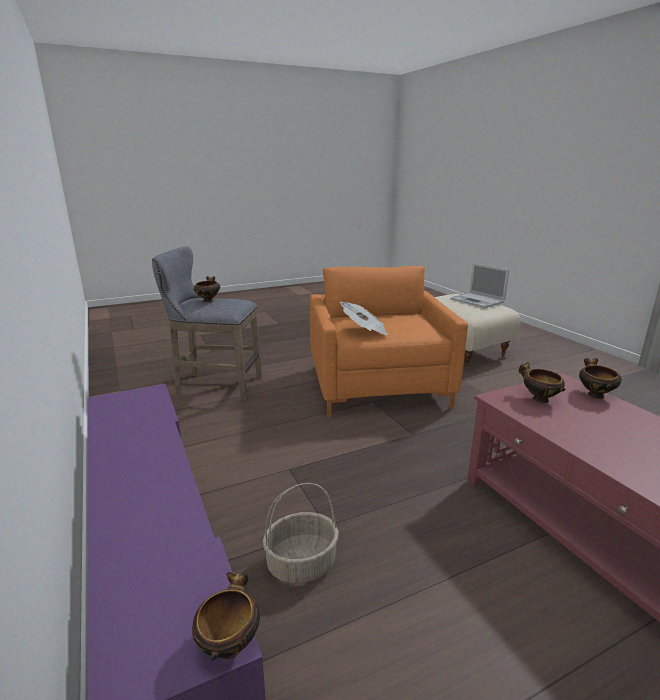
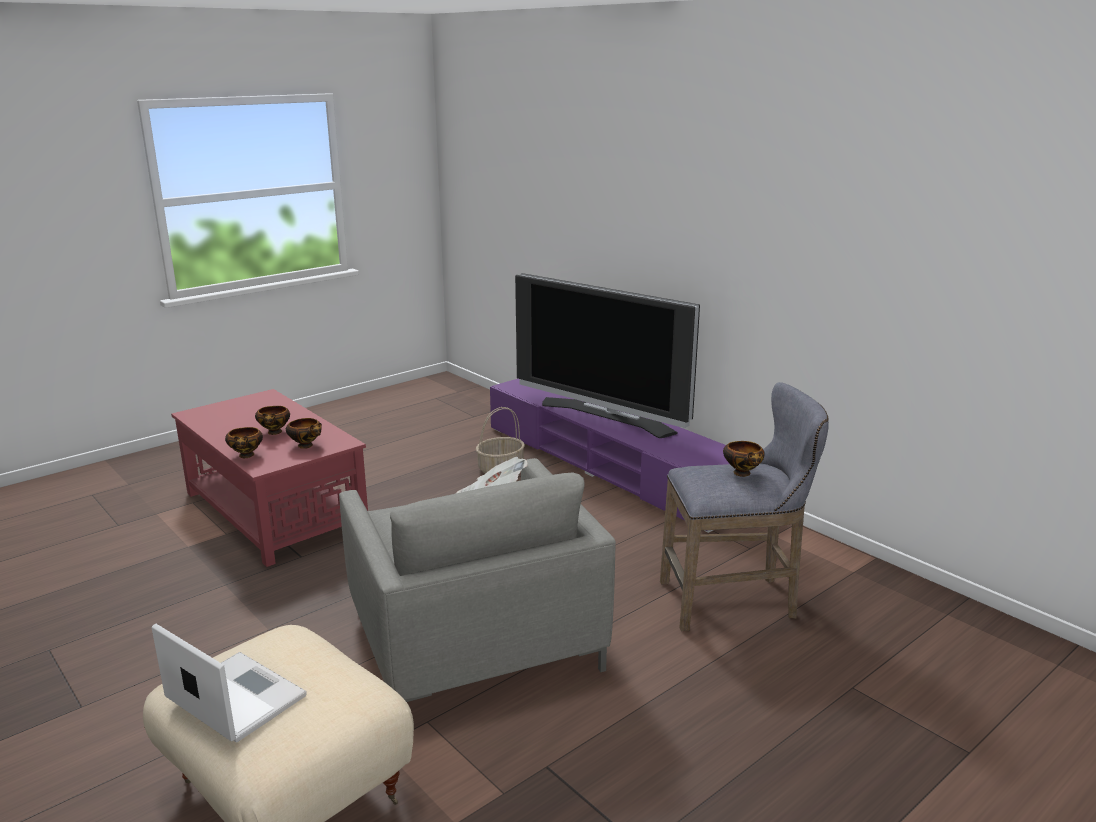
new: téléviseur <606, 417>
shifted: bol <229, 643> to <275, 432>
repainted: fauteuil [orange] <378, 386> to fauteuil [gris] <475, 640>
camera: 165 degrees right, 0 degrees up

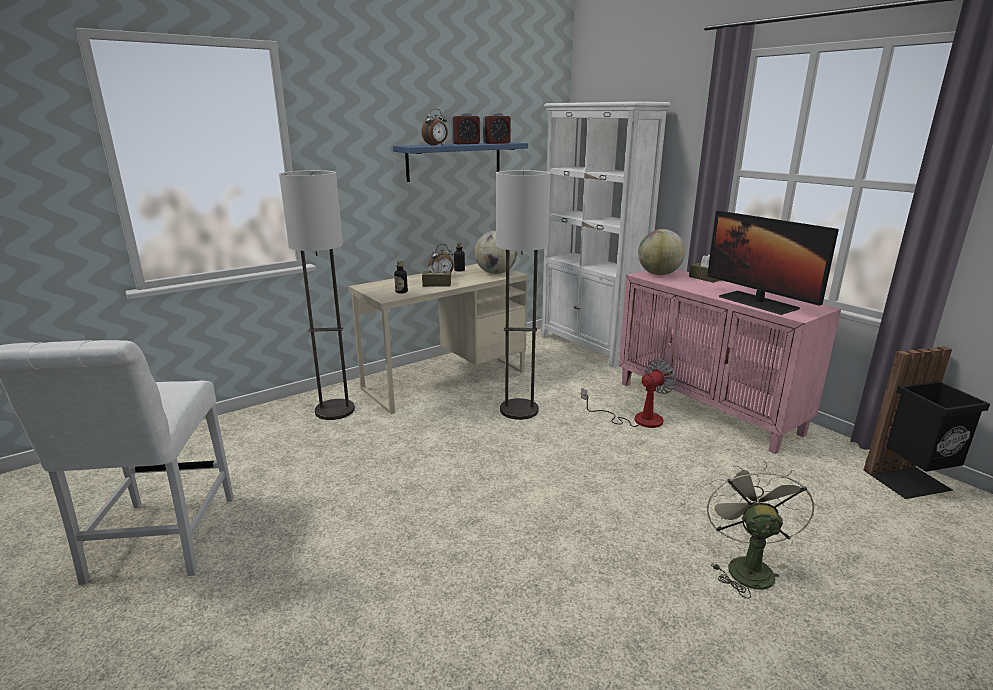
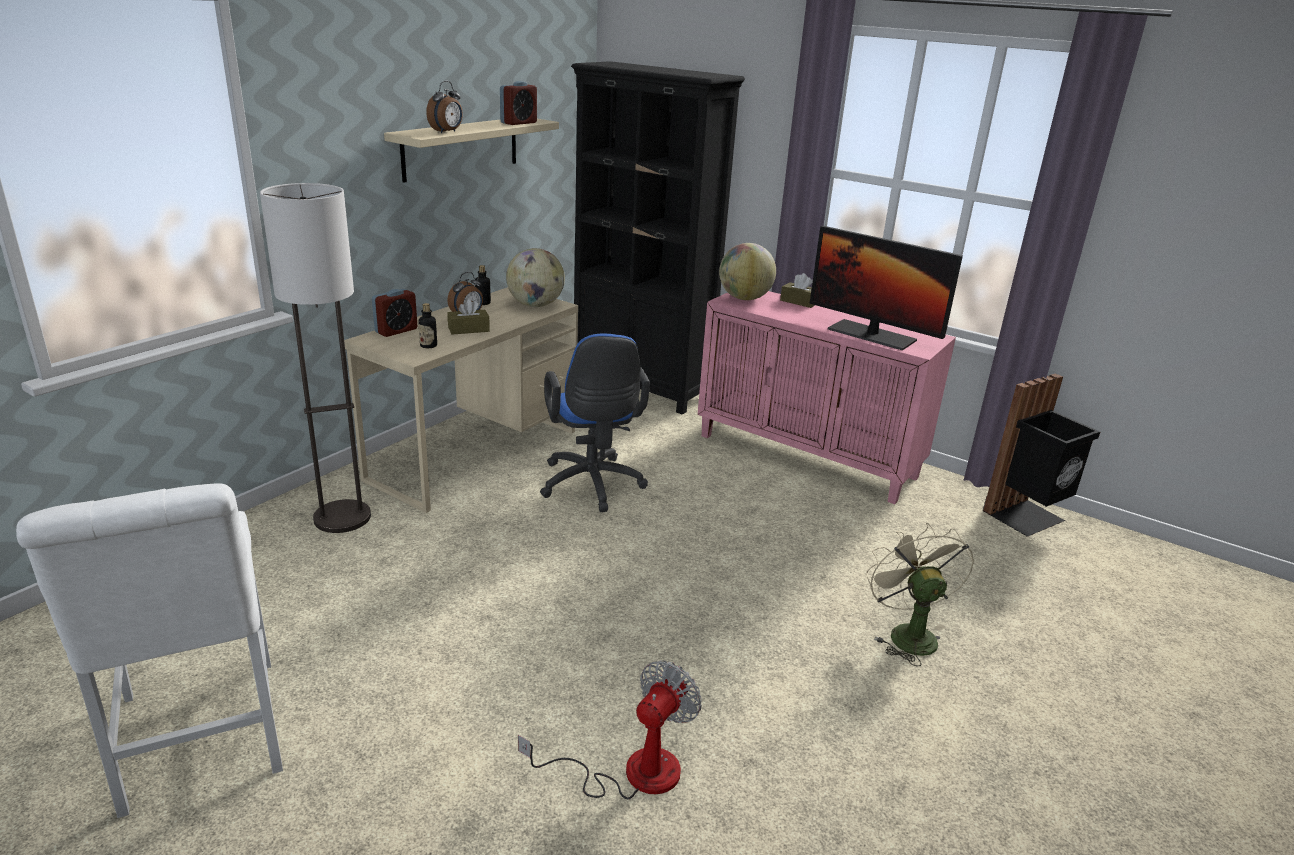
shifted: réveil <466, 143> to <396, 331>; ventilateur <637, 419> to <631, 772>
swapped: lampadaire <519, 410> to chaise de bureau [bleu] <592, 486>
repainted: étagère [bleu] <454, 161> to étagère [beige] <461, 148>; bibliothèque [blanc] <589, 346> to bibliothèque [noir] <641, 387>
camera: 20 degrees left, 5 degrees up

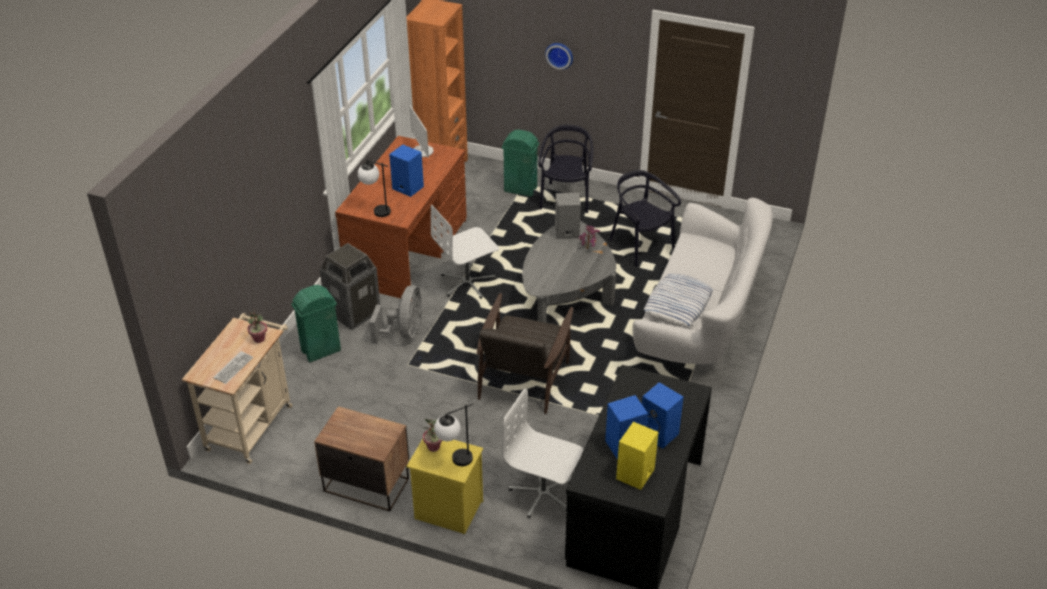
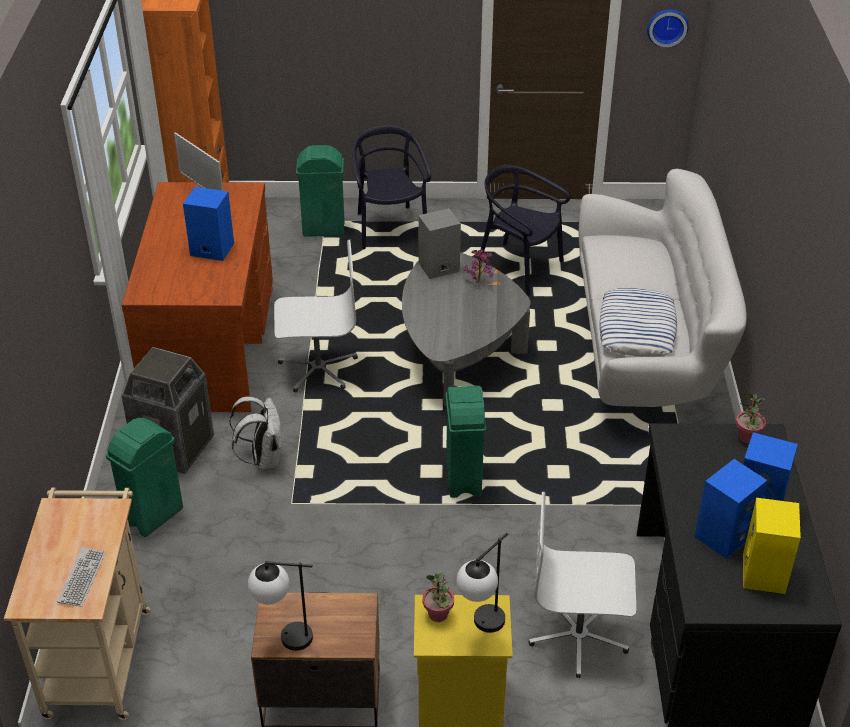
shifted: plante en pot <259, 339> to <747, 437>; lampe de table <376, 210> to <283, 637>; horloge murale <560, 55> to <667, 26>
swapped: ventilateur [gris] <404, 332> to sac à dos [blanc] <263, 459>; fauteuil [marron] <523, 378> to poubelle [vert] <463, 480>
rotated: chaise de bureau [blanc] <468, 283> = <318, 368> 135 degrees counterclockwise
camera: 20 degrees left, 0 degrees up

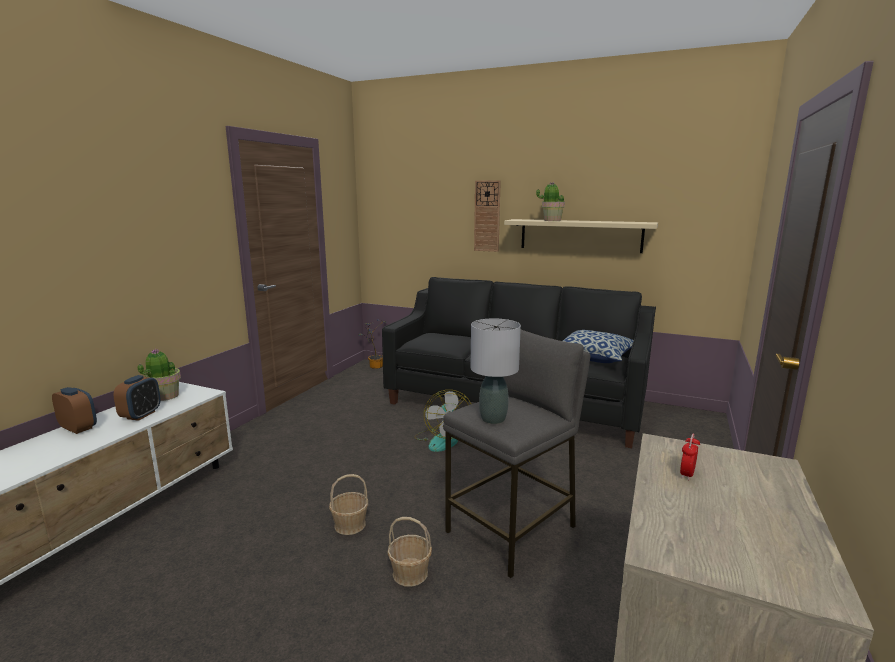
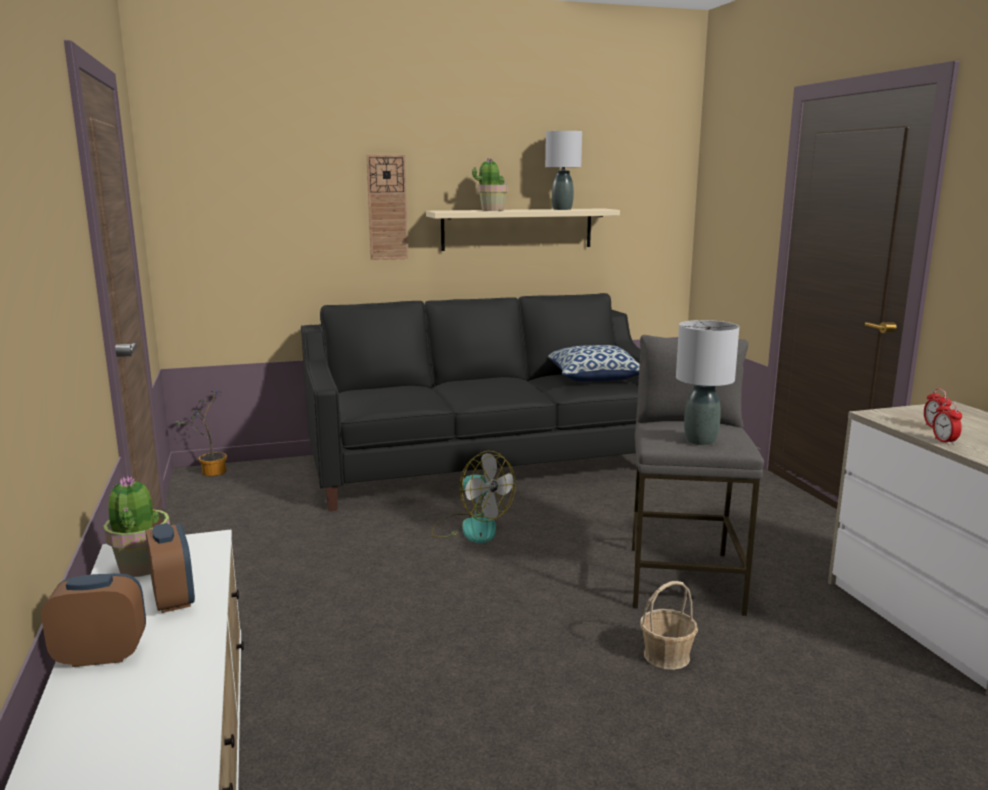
gone: panier <349, 524>
new: lampe de table [gris] <562, 209>; réveil <944, 441>
camera: 40 degrees left, 0 degrees up

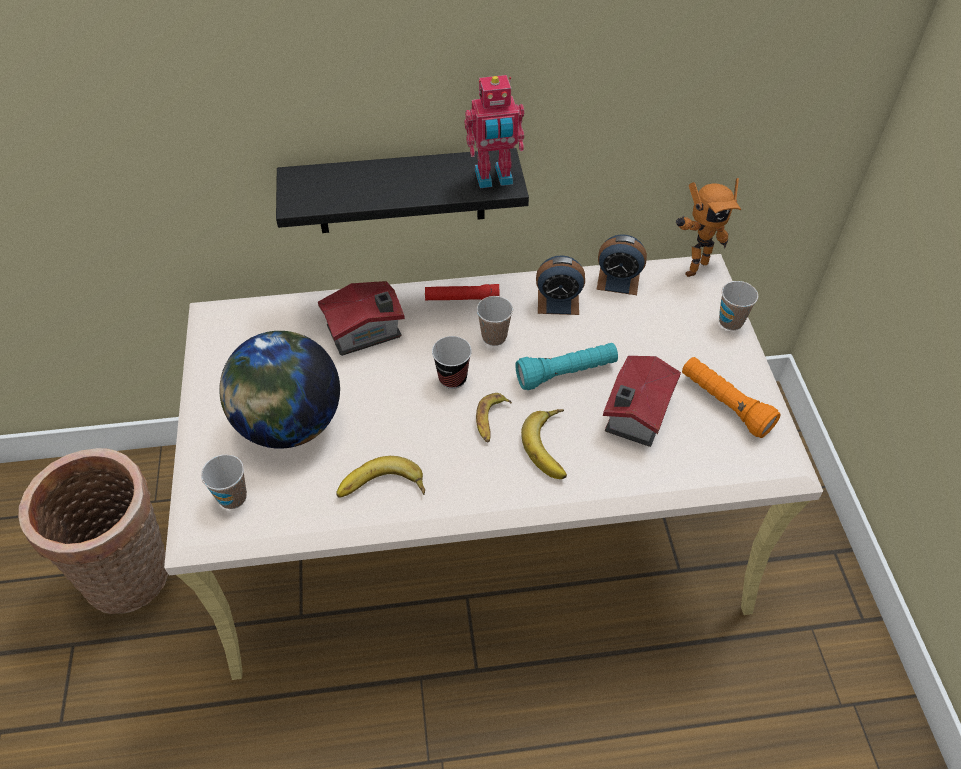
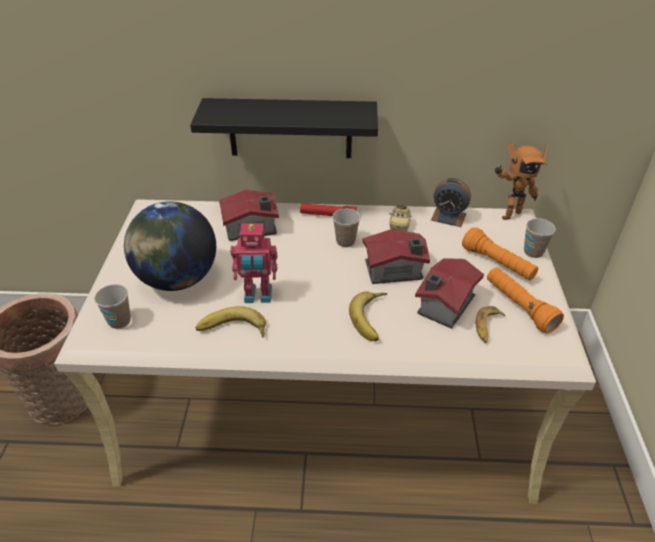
gone: tasse <452, 378>
new: lampe de poche [orange] <497, 264>
shifted: robot jouet <494, 178> to <258, 296>; banane <491, 421> to <487, 327>
swapped: lampe de poche [turquoise] <566, 373> to maison miniature <395, 271>; réveil <558, 302> to petite voiture <399, 225>
camera: 10 degrees right, 10 degrees down

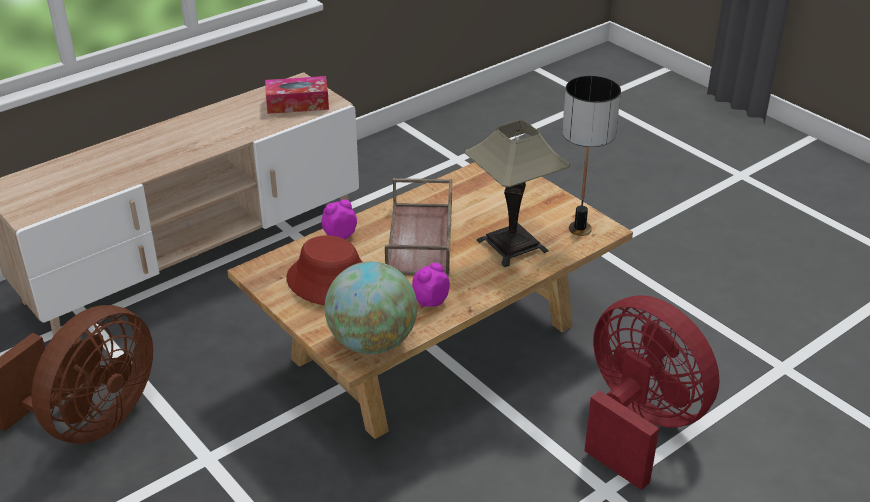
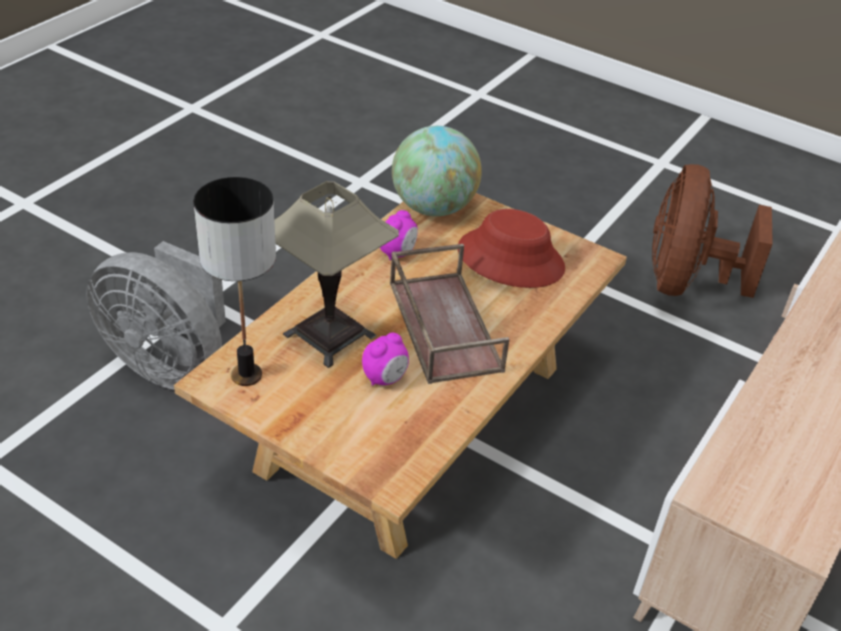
gone: boîte à mouchoirs <297, 103>
shifted: réveil <339, 235> to <385, 378>
repainted: ventilateur [rouge] <638, 424> to ventilateur [gris] <170, 363>
camera: 160 degrees right, 5 degrees up

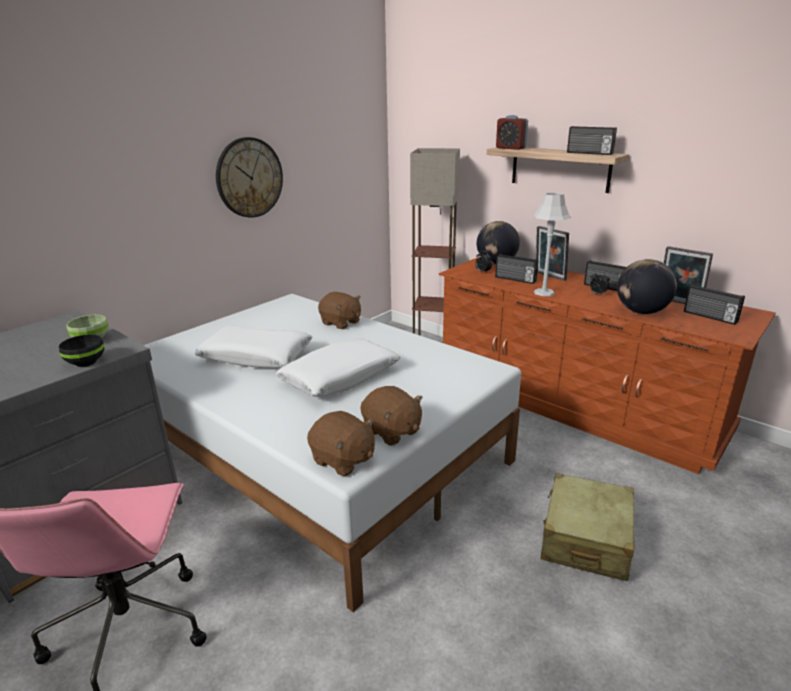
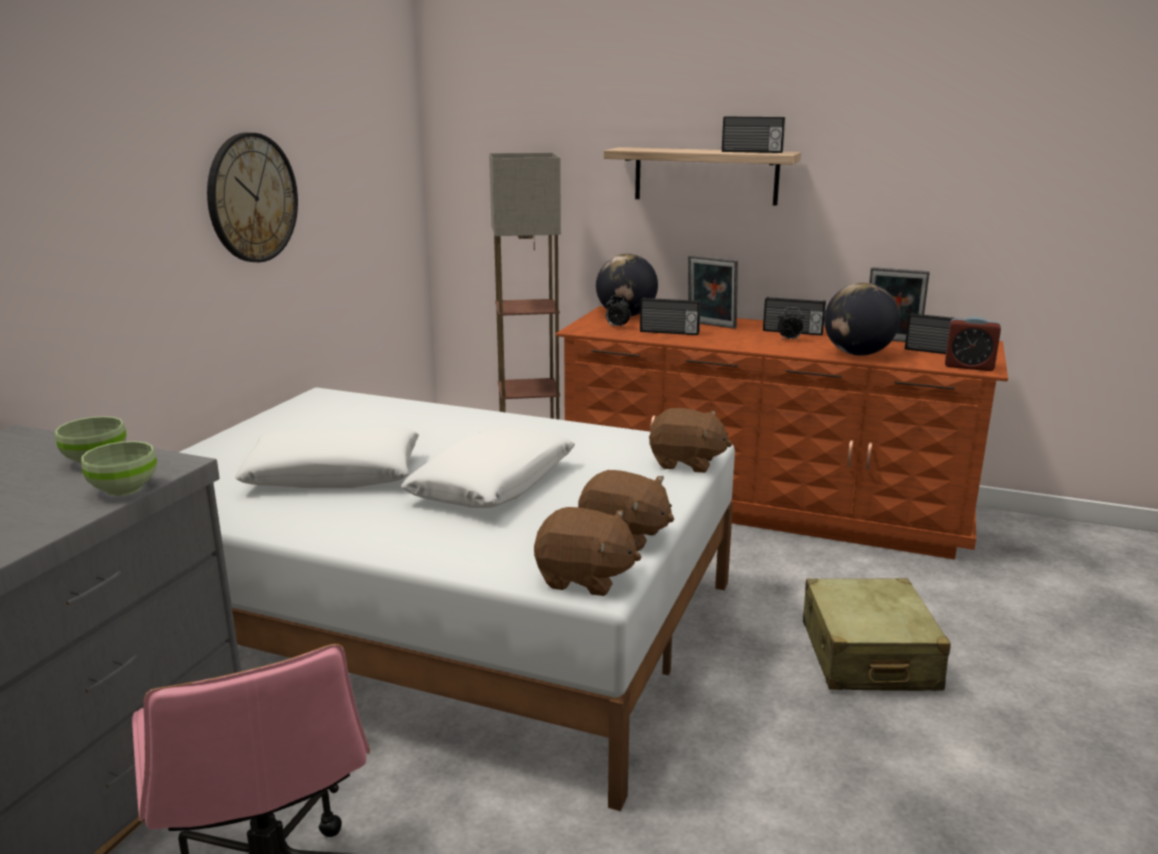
gone: lampe de table [gris] <544, 292>
shifted: peluche [marron] <341, 323> to <686, 463>; réveil <510, 148> to <969, 366>
repainted: bol [noir] <86, 363> to bol [vert] <124, 489>
camera: 20 degrees left, 5 degrees down

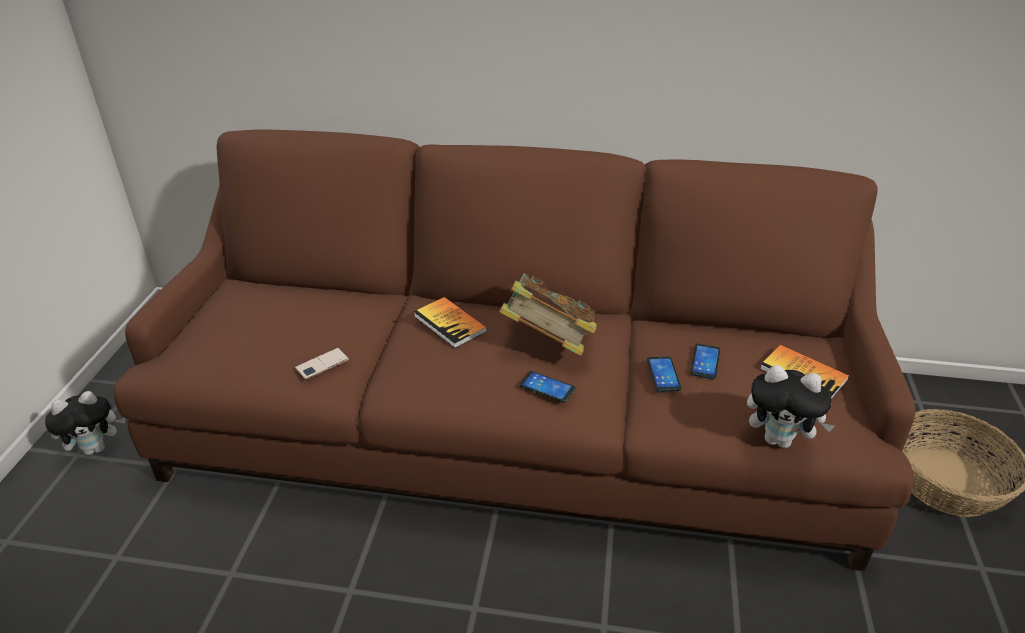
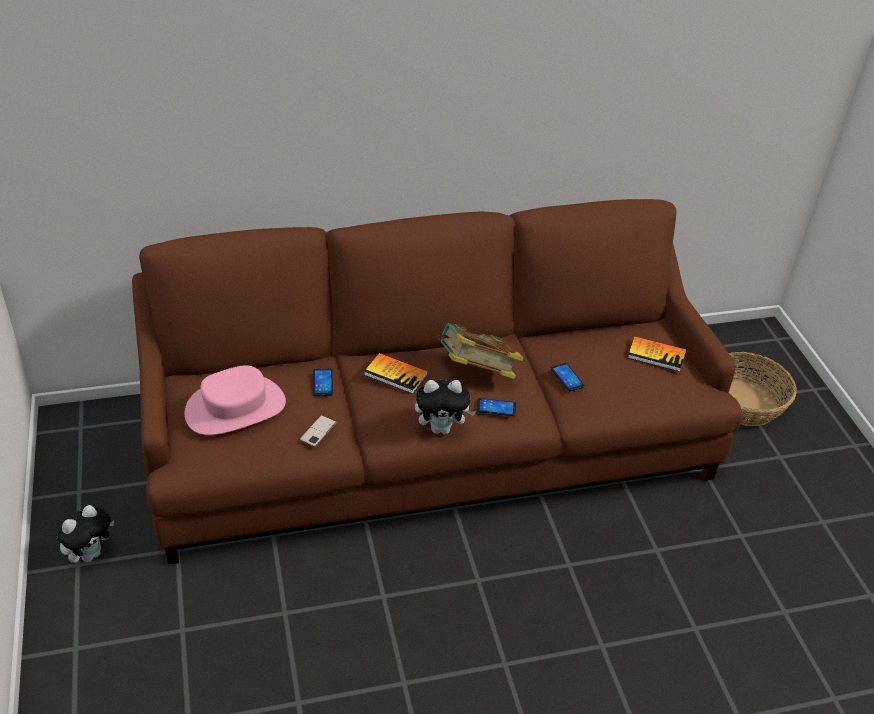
new: chapeau [rose] <235, 408>
shifted: téléphone <705, 362> to <323, 382>; peluche <779, 440> to <442, 428>
camera: 25 degrees left, 5 degrees up

